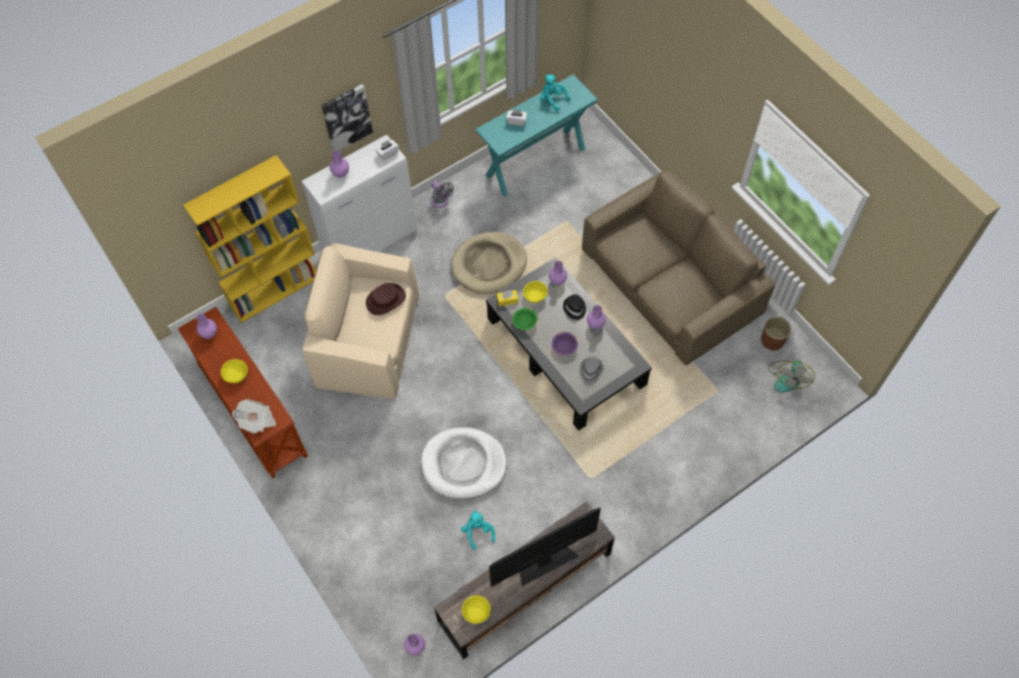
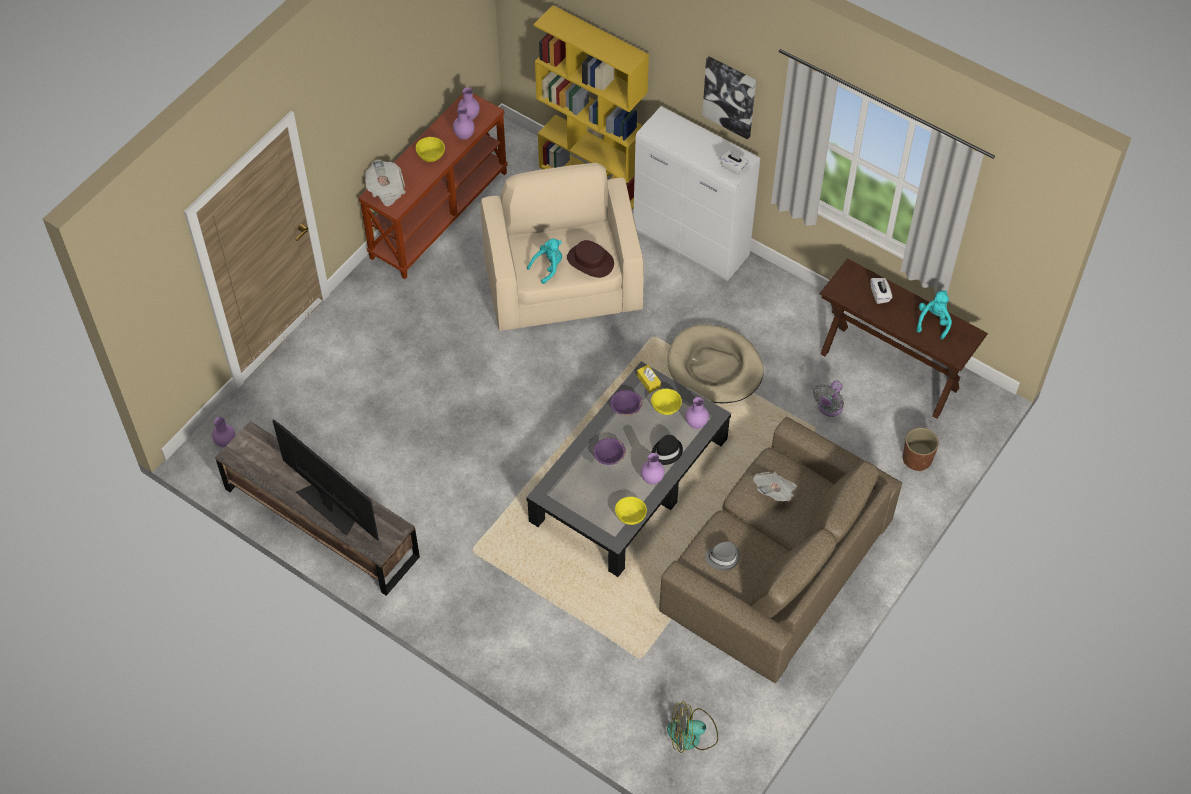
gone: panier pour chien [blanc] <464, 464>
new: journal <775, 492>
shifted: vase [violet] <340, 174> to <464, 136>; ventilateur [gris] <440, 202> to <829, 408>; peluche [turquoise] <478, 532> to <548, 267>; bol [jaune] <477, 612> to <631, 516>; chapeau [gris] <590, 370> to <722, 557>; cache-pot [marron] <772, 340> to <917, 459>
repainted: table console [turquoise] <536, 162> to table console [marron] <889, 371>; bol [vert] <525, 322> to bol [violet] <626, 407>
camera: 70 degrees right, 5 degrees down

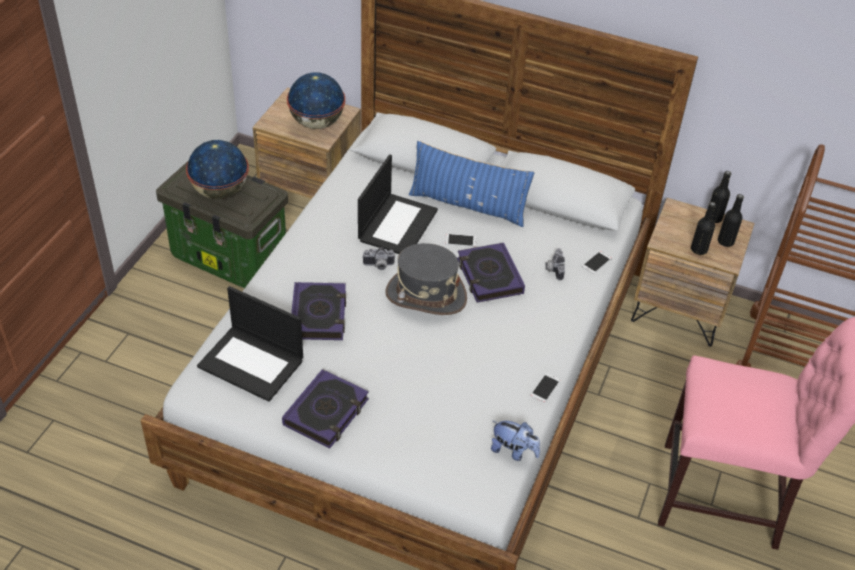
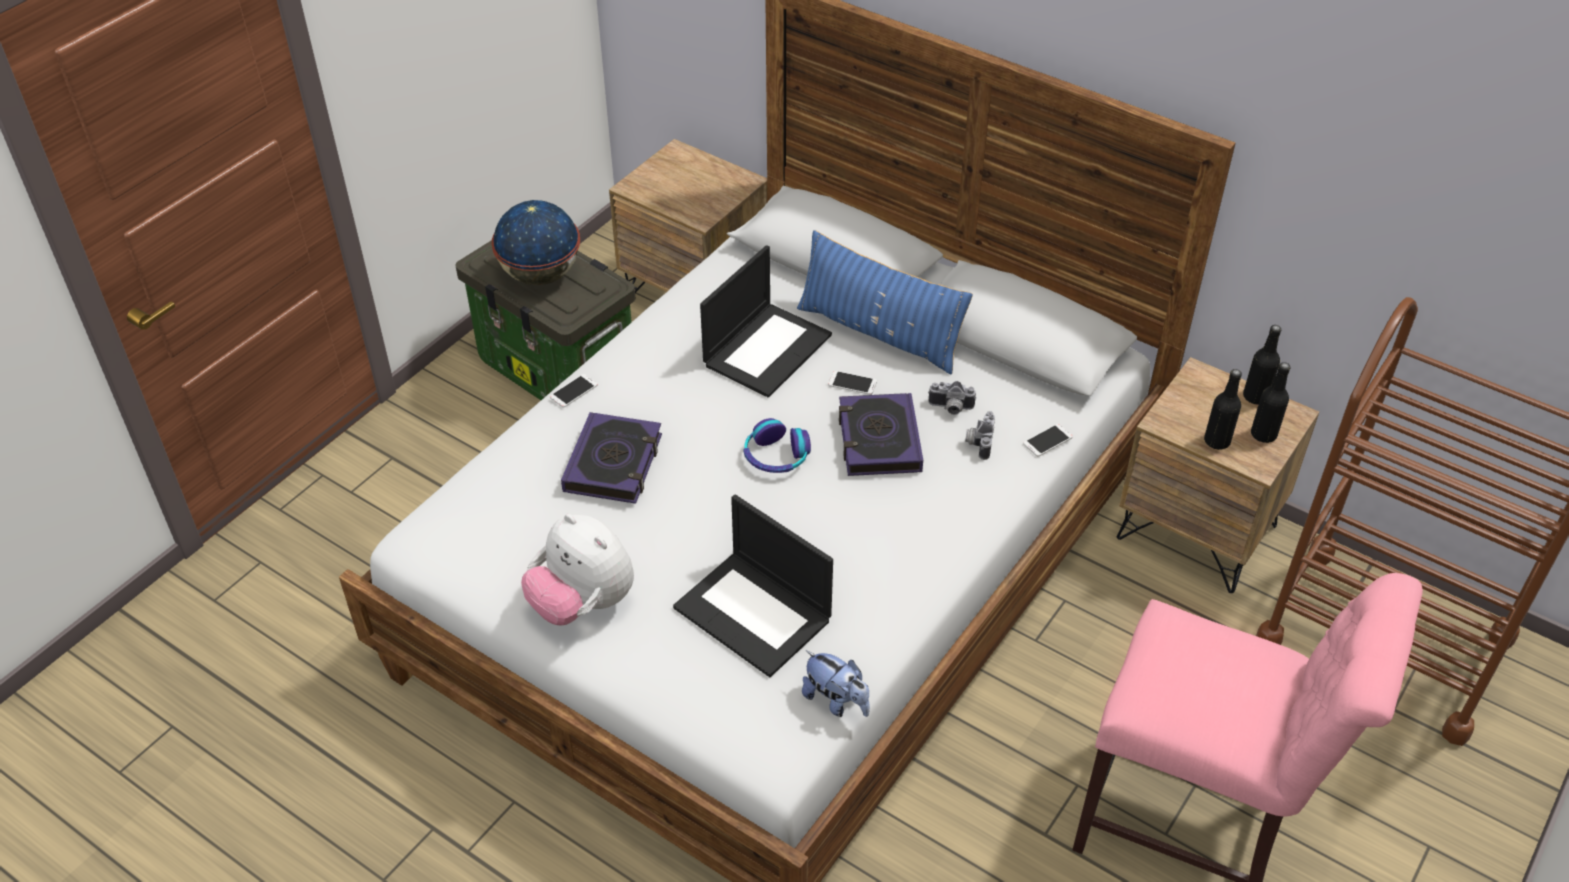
gone: globe <316, 123>
shifted: ordinateur portable <252, 363> to <755, 614>; appareil photo <378, 266> to <950, 408>; téléphone <545, 388> to <573, 391>
swapped: livre <326, 412> to peluche <582, 603>; chapeau [gris] <425, 296> to casque audio <776, 456>
camera: 15 degrees right, 0 degrees up

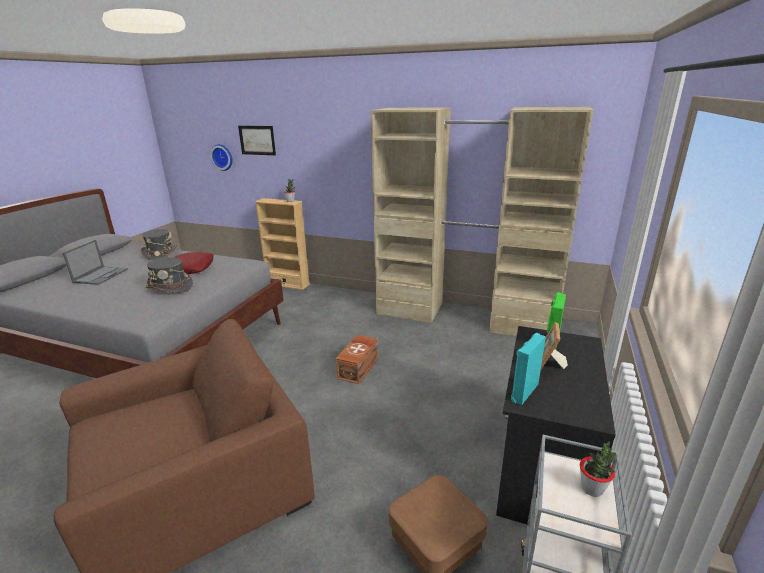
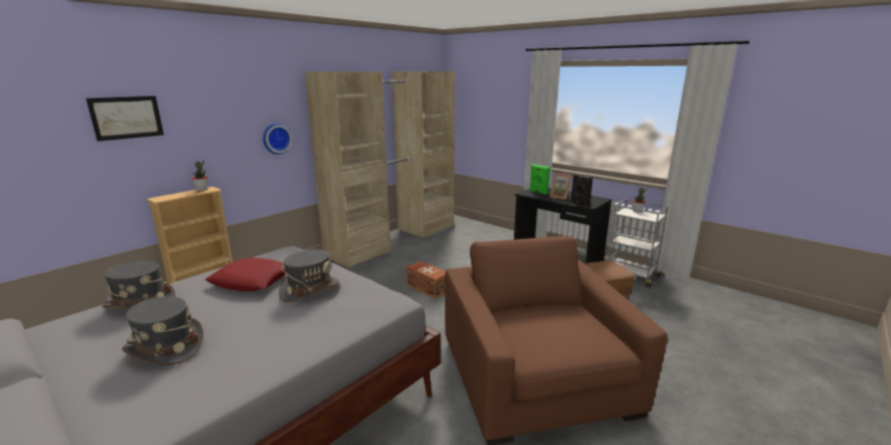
shifted: horloge murale <223, 157> to <276, 138>
swapped: ordinateur portable <101, 275> to chapeau [gris] <166, 348>
repainted: enceinte [turquoise] <523, 392> to enceinte [noir] <579, 204>
camera: 70 degrees left, 5 degrees down

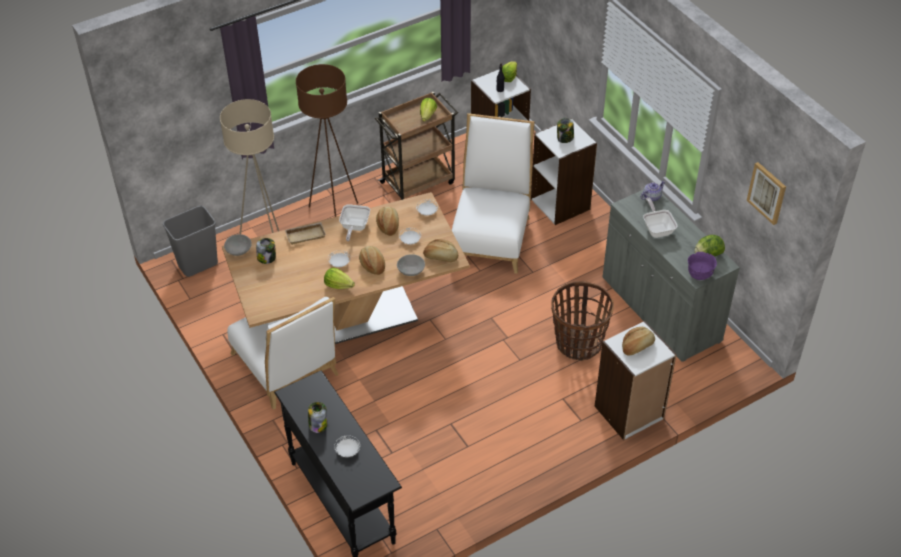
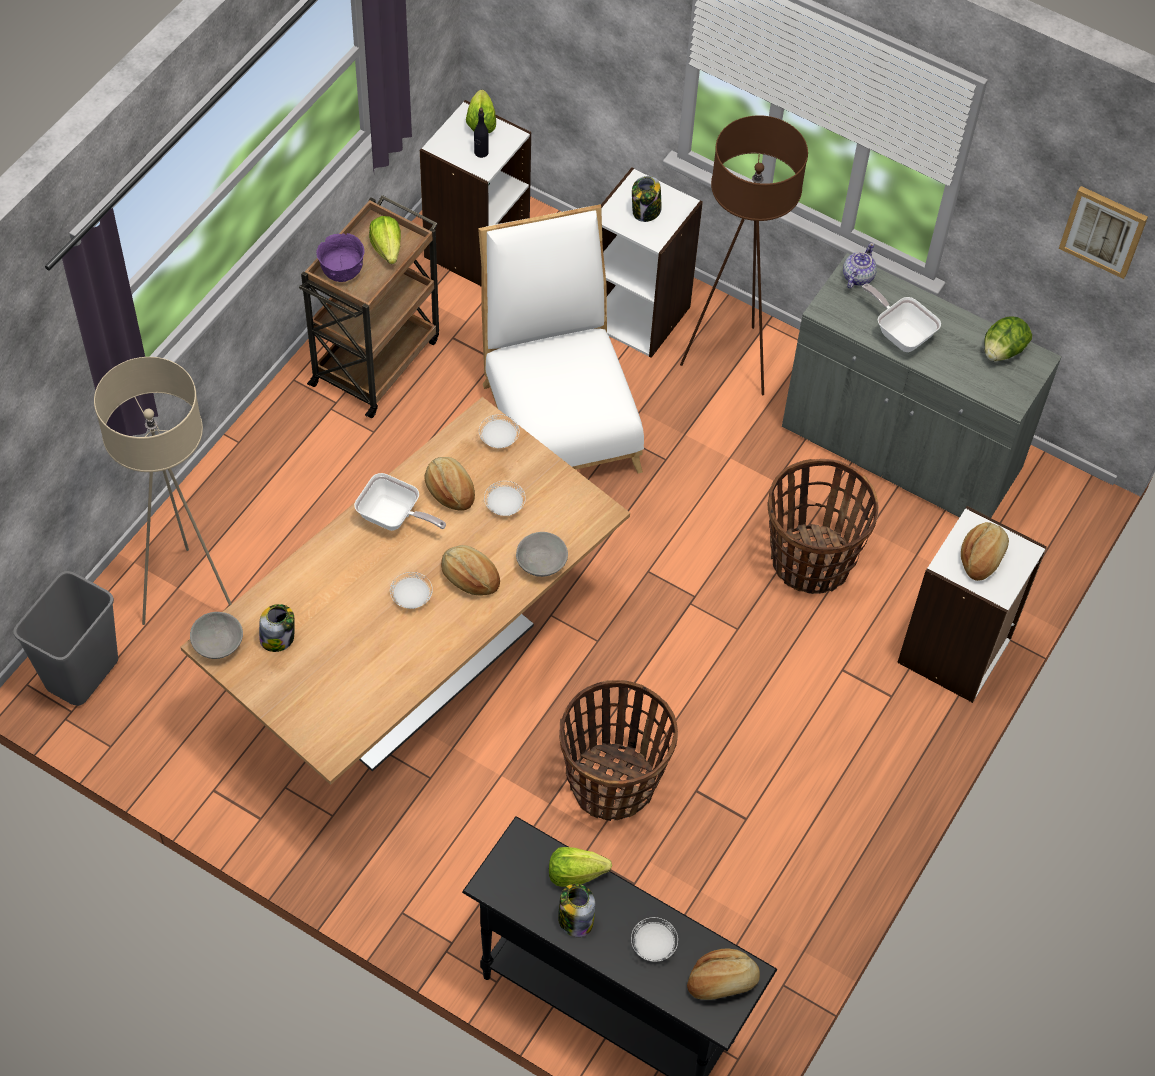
gone: chaise [blanc] <287, 369>; plateau [beige] <305, 235>
new: panier <612, 782>
shifted: lampadaire [marron] <334, 214> to <730, 362>; laitue <338, 285> to <575, 873>; pain <441, 257> to <722, 982>; bol [violet] <699, 275> to <342, 272>
rotated: poêle <354, 228> = <394, 518> 45 degrees counterclockwise
camera: 30 degrees left, 10 degrees up

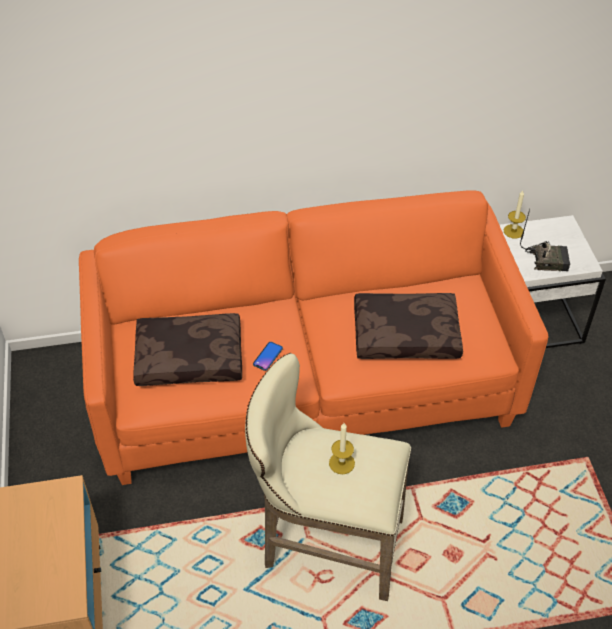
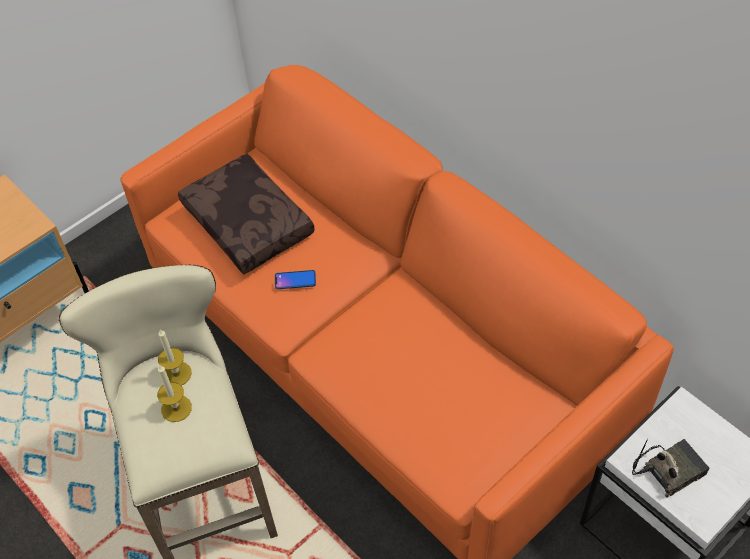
gone: coussin [marron] <406, 333>
shifted: bougie <513, 231> to <176, 374>
rotated: radio <547, 259> = <668, 469> 90 degrees counterclockwise
camera: 60 degrees right, 5 degrees up

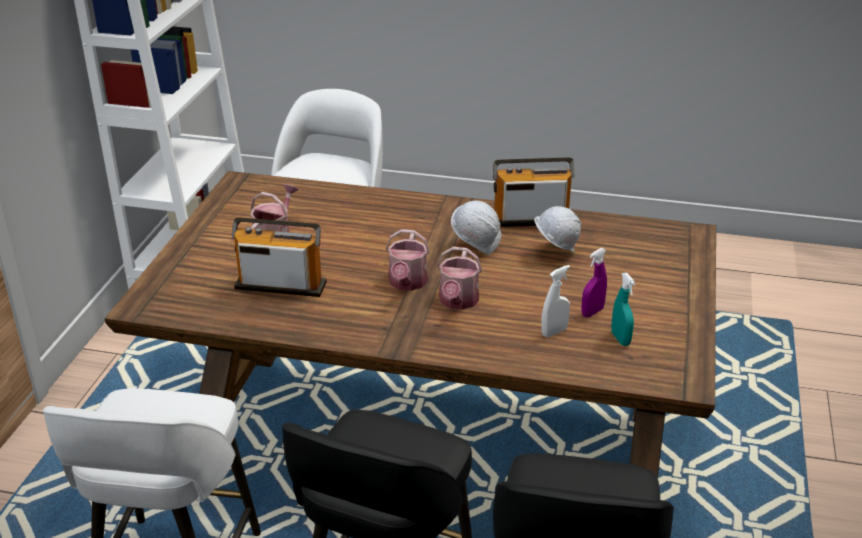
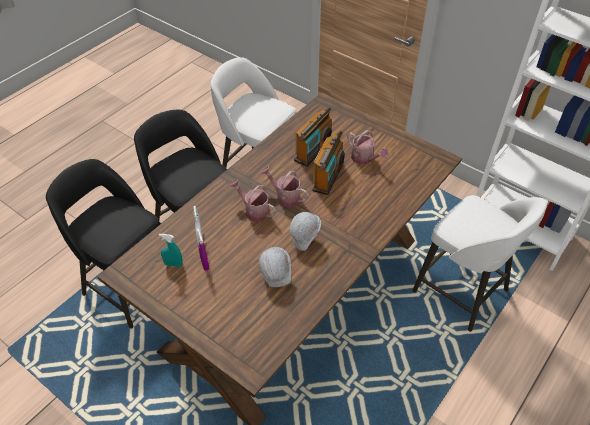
shifted: radio <530, 219> to <328, 176>
camera: 115 degrees right, 15 degrees up

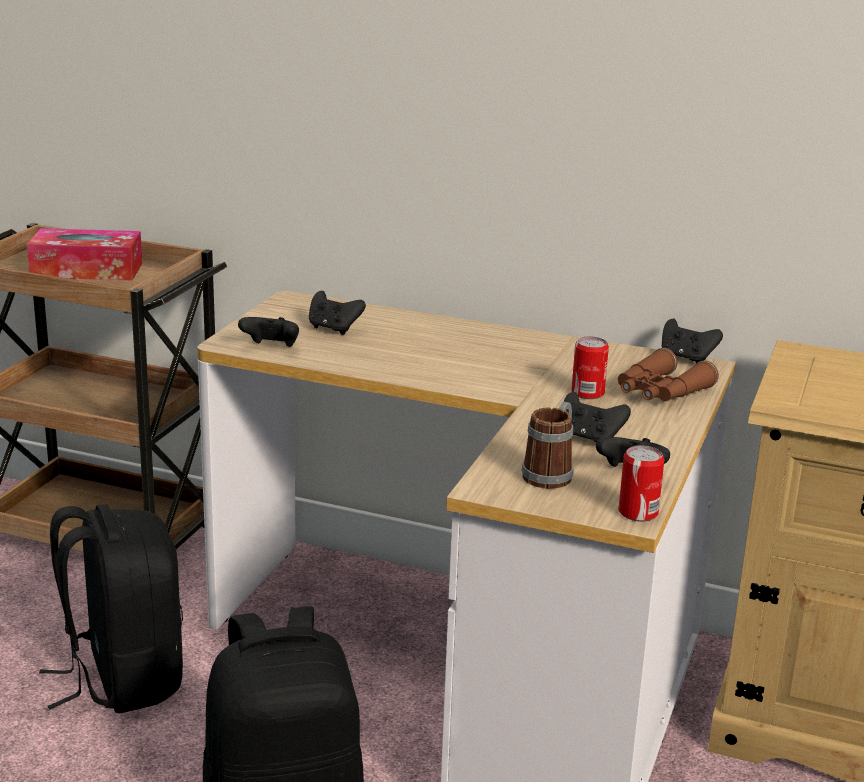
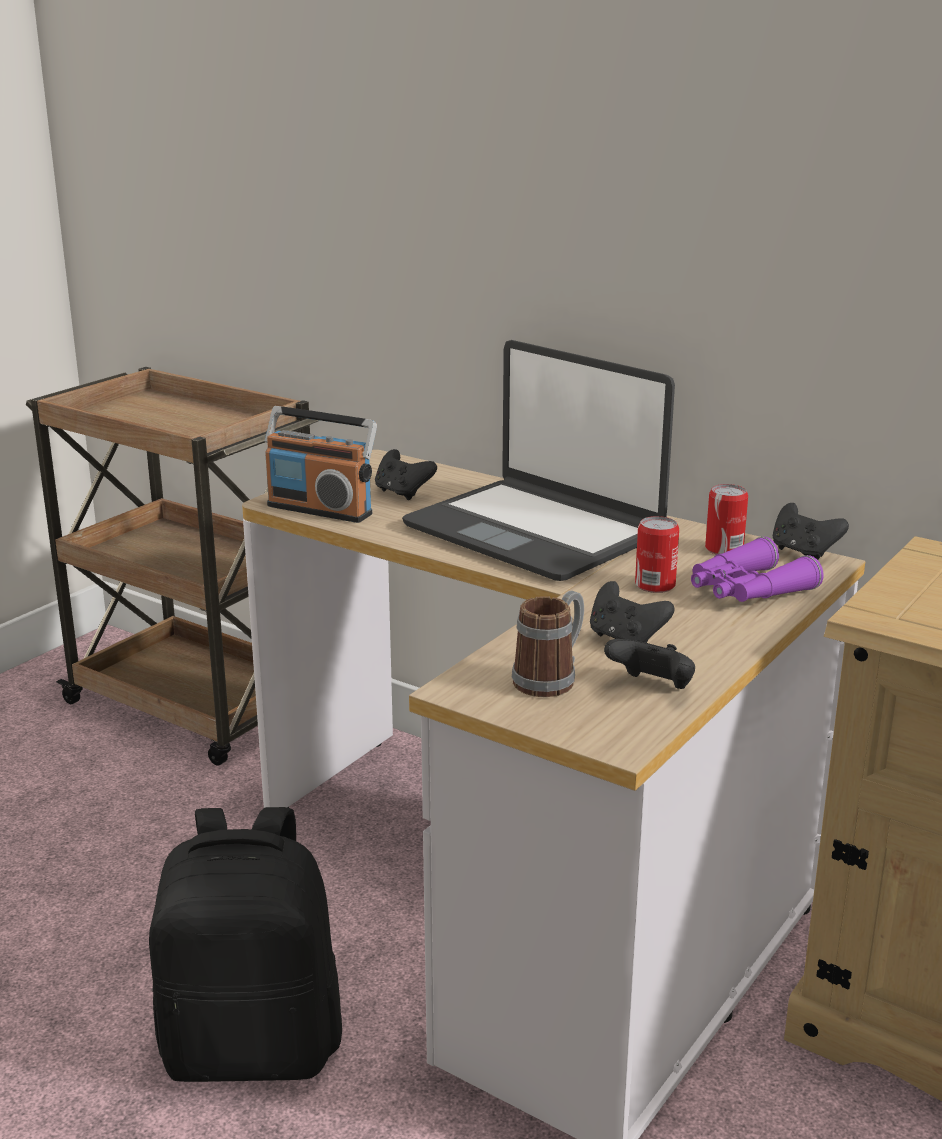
gone: boîte à mouchoirs <87, 270>; sac à dos [noir] <122, 679>
new: ordinateur portable <535, 531>
shifted: boîte métallique <638, 512> to <724, 549>
swapped: manette [noir] <271, 348> to radio <320, 509>
repainted: jumelles [marron] <660, 392> to jumelles [violet] <747, 590>
camera: 15 degrees right, 0 degrees up

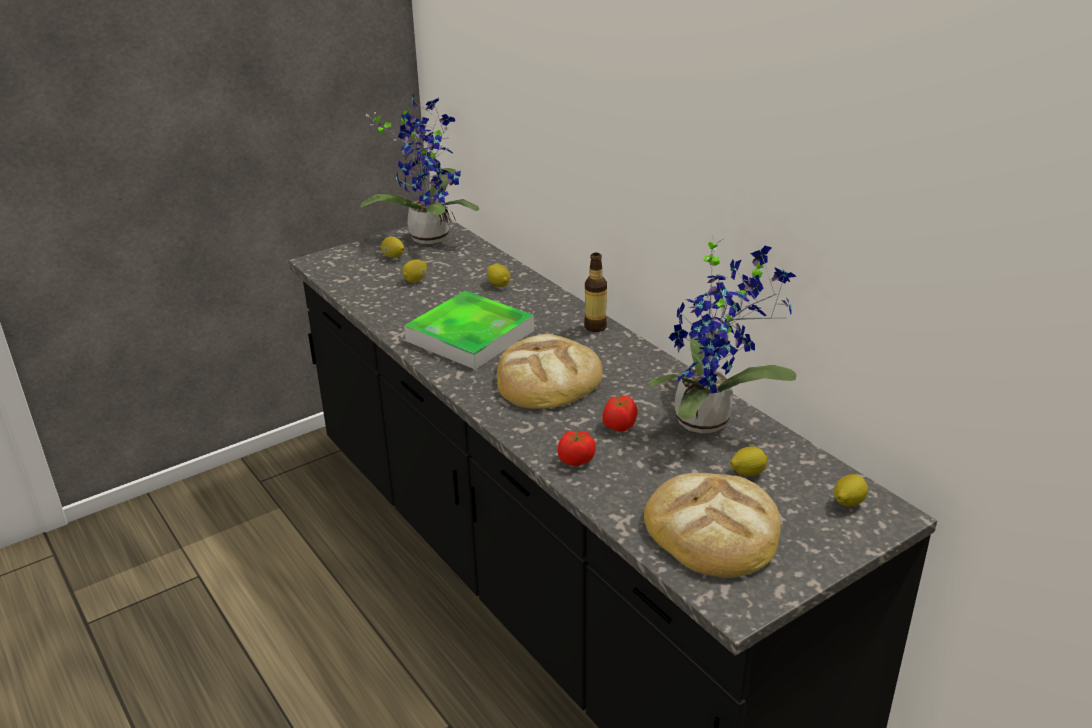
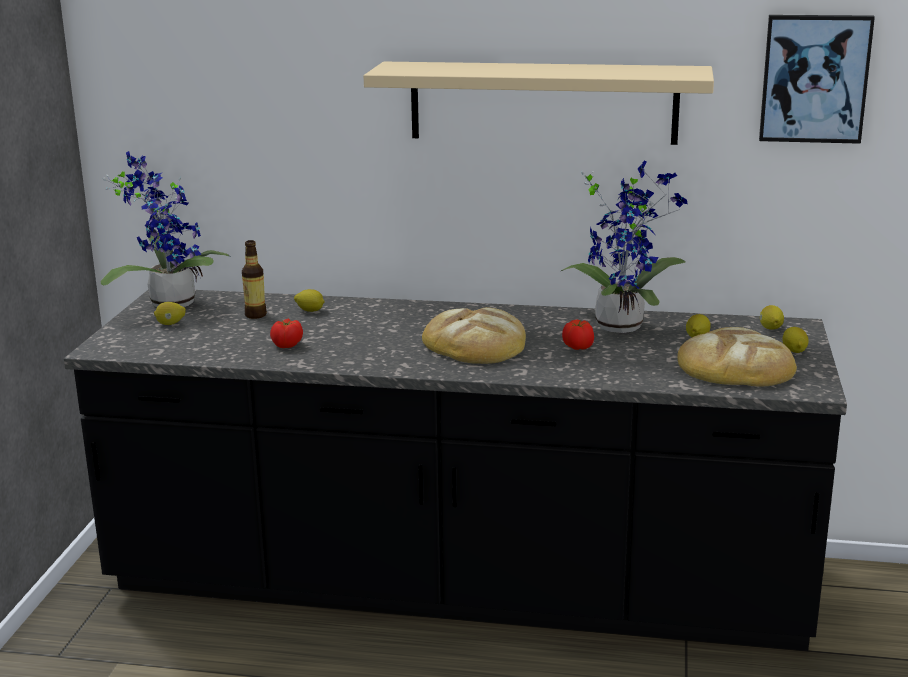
gone: plateau <470, 336>
new: étagère [beige] <543, 102>; tableau <814, 78>
shifted: citron <416, 280> to <794, 351>; tomate <576, 460> to <287, 345>; bouteille <595, 327> to <255, 315>
camera: 45 degrees left, 10 degrees down

